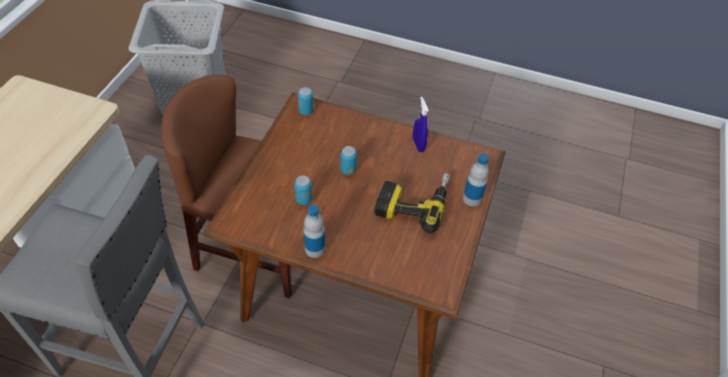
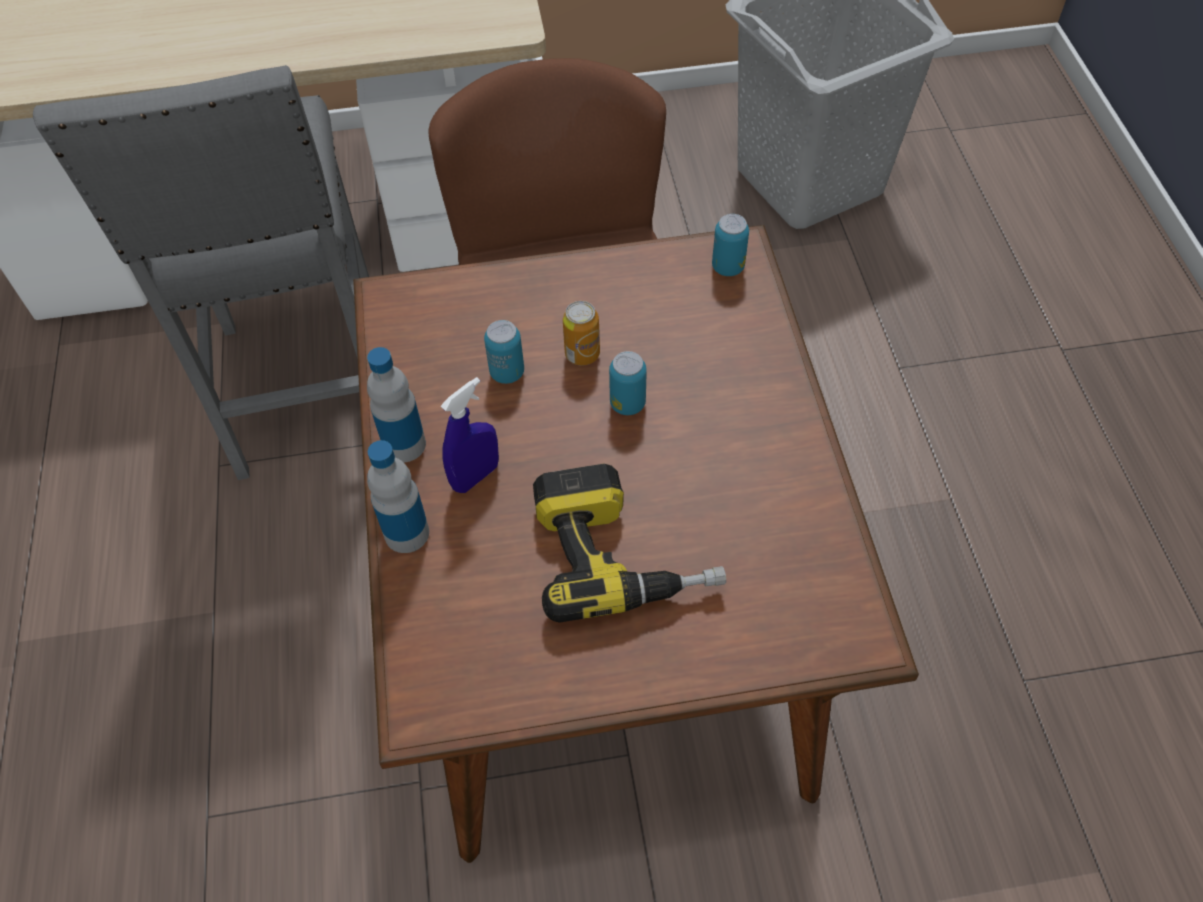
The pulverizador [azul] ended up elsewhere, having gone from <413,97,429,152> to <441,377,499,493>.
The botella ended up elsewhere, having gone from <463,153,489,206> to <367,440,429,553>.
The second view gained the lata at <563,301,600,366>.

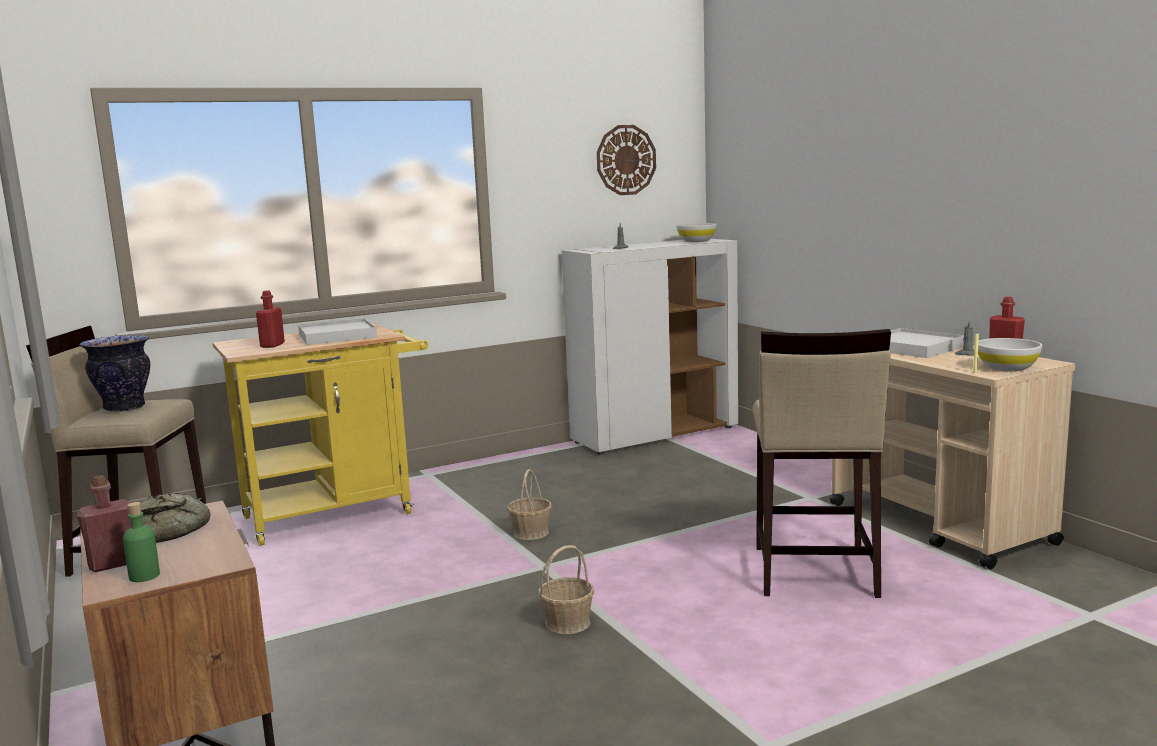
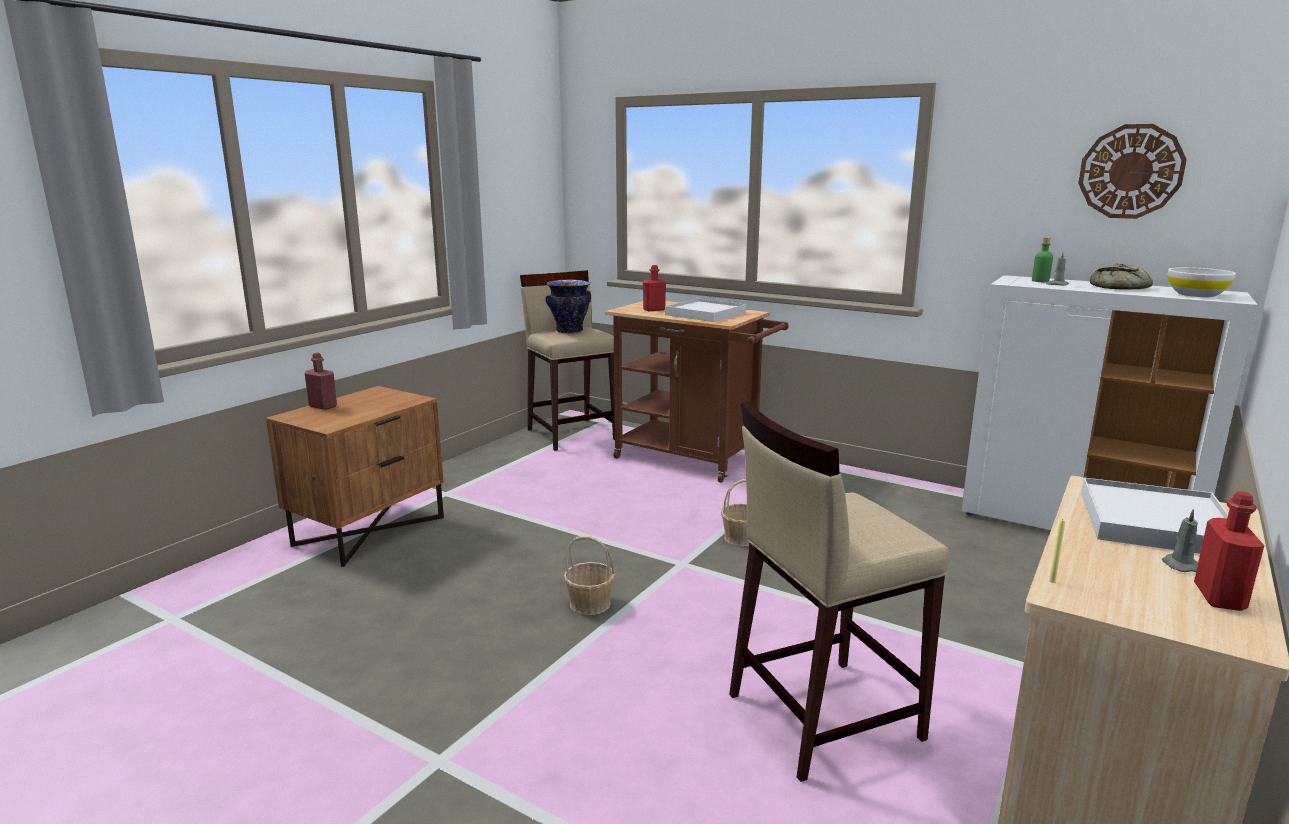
What was the carrito [amarillo] at <213,324,428,546> turned into the carrito [marrón] at <605,301,789,483>.
The second view lost the cuenco [blanco] at <978,338,1042,372>.
The pan ended up elsewhere, having gone from <141,493,211,543> to <1090,263,1153,290>.
The botella [verde] ended up elsewhere, having gone from <123,502,160,582> to <1032,237,1053,282>.

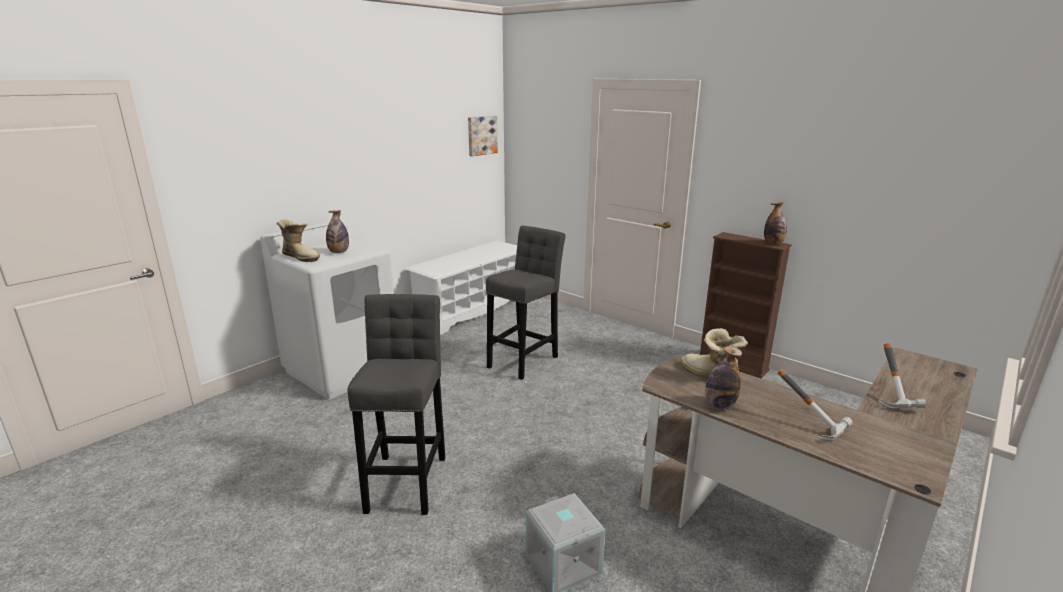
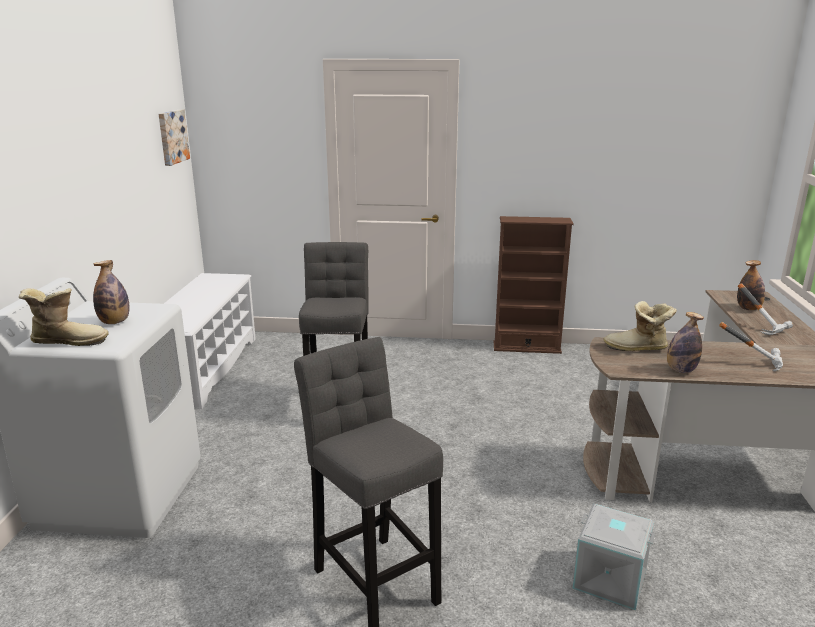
The botella ended up elsewhere, having gone from <764,202,787,244> to <737,260,765,310>.

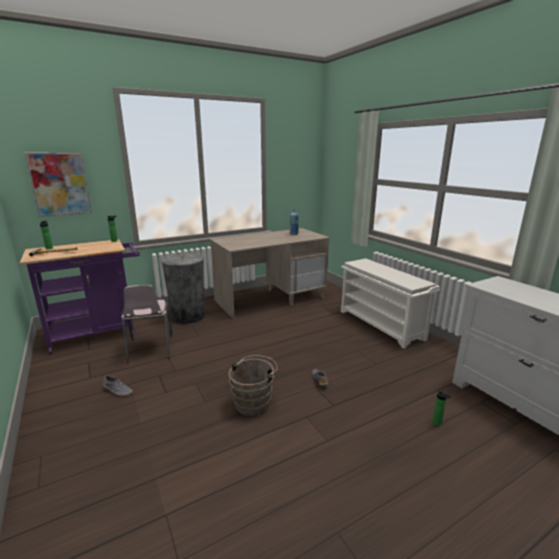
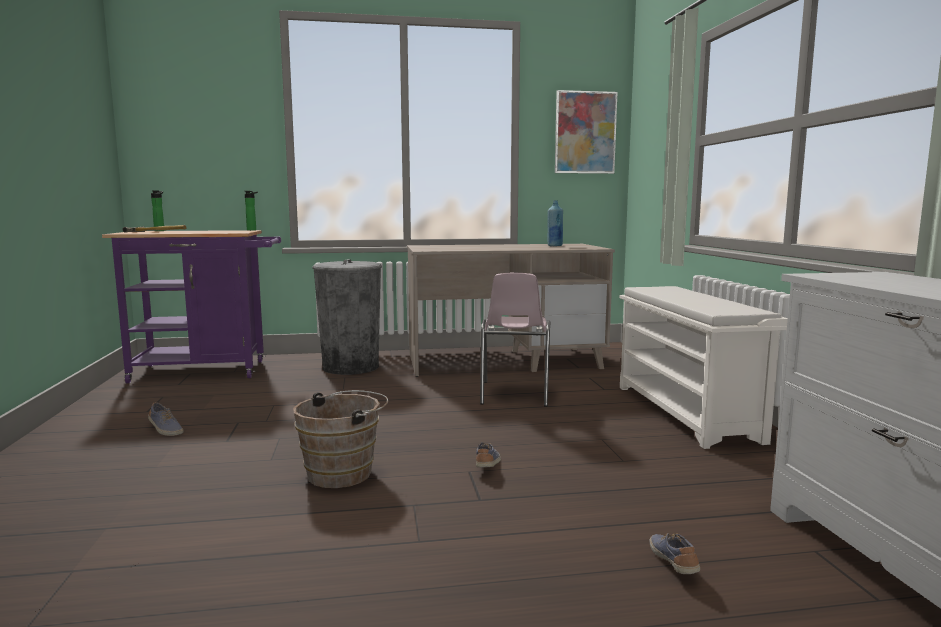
The cuadro ended up elsewhere, having gone from <24,152,92,217> to <555,90,618,174>.
The silla [rosa] ended up elsewhere, having gone from <122,285,173,364> to <480,273,551,407>.
Where the botella stood at <432,389,451,426>, the zapato came to stand at <650,533,700,574>.

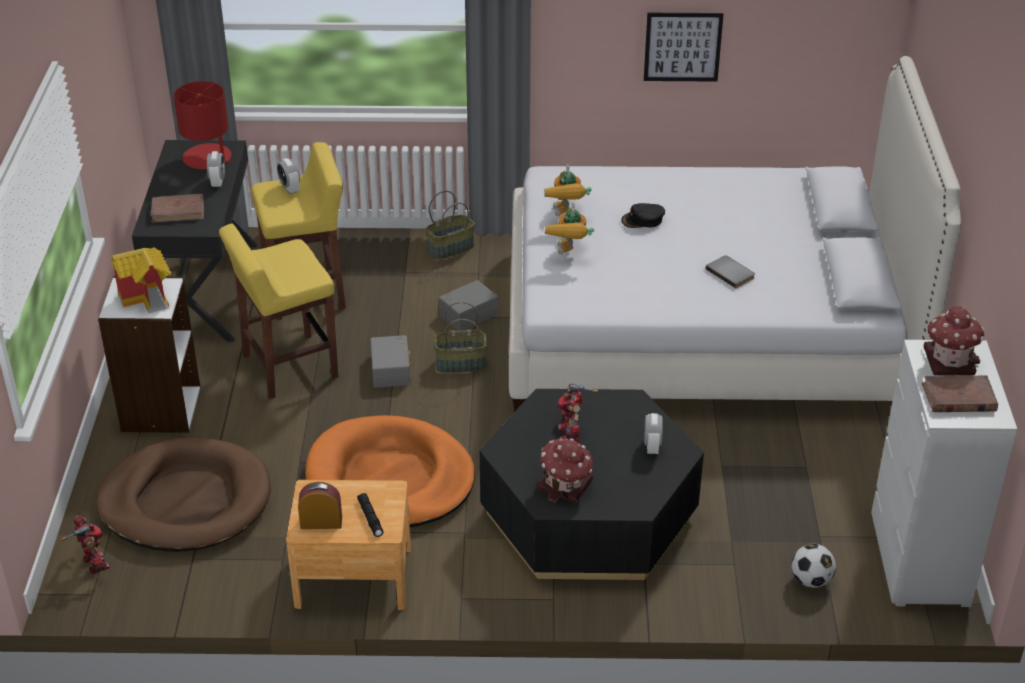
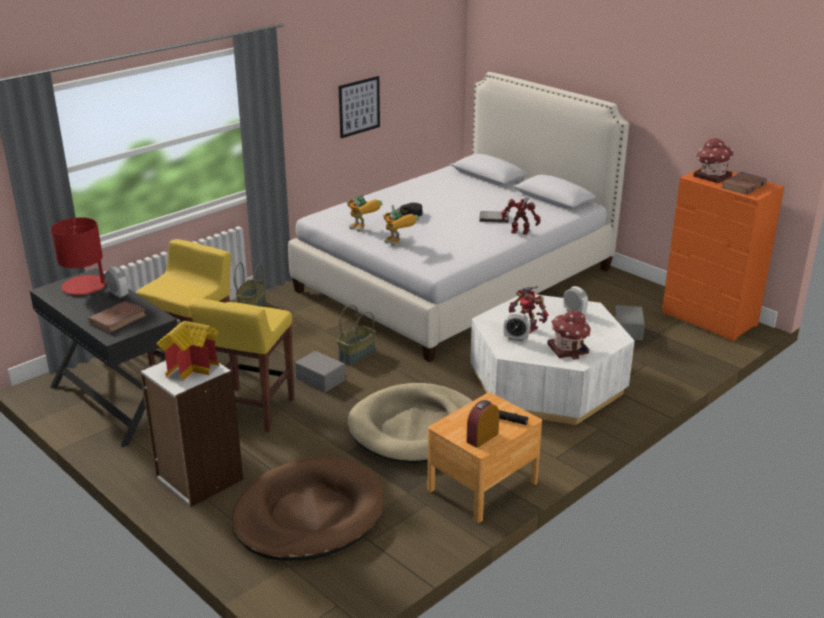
The despertador ended up elsewhere, having gone from <277,158,300,194> to <503,312,531,341>.
The caja de almacenaje [gris] ended up elsewhere, having gone from <439,280,498,330> to <614,305,645,340>.
What was the cómoda [blanco] at <871,340,1017,607> turned into the cómoda [naranja] at <662,168,784,342>.
What was the mesa de centro [negro] at <480,389,704,580> turned into the mesa de centro [blanco] at <470,293,635,425>.
What was the cama para perro [naranja] at <305,415,475,528> turned into the cama para perro [beis] at <348,383,472,463>.
The robot de juguete ended up elsewhere, having gone from <61,515,110,574> to <501,197,541,235>.
The second view lost the balón de fútbol at <791,544,836,588>.

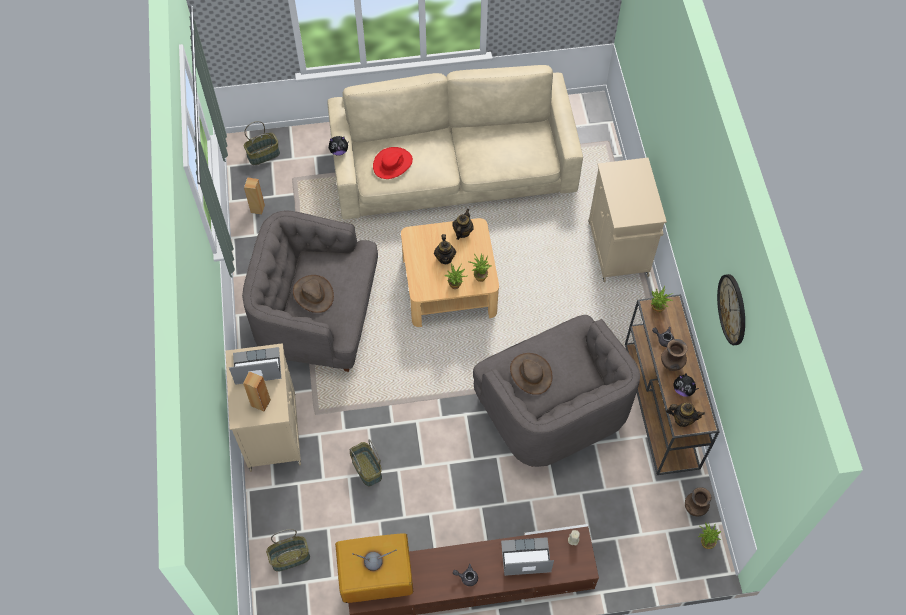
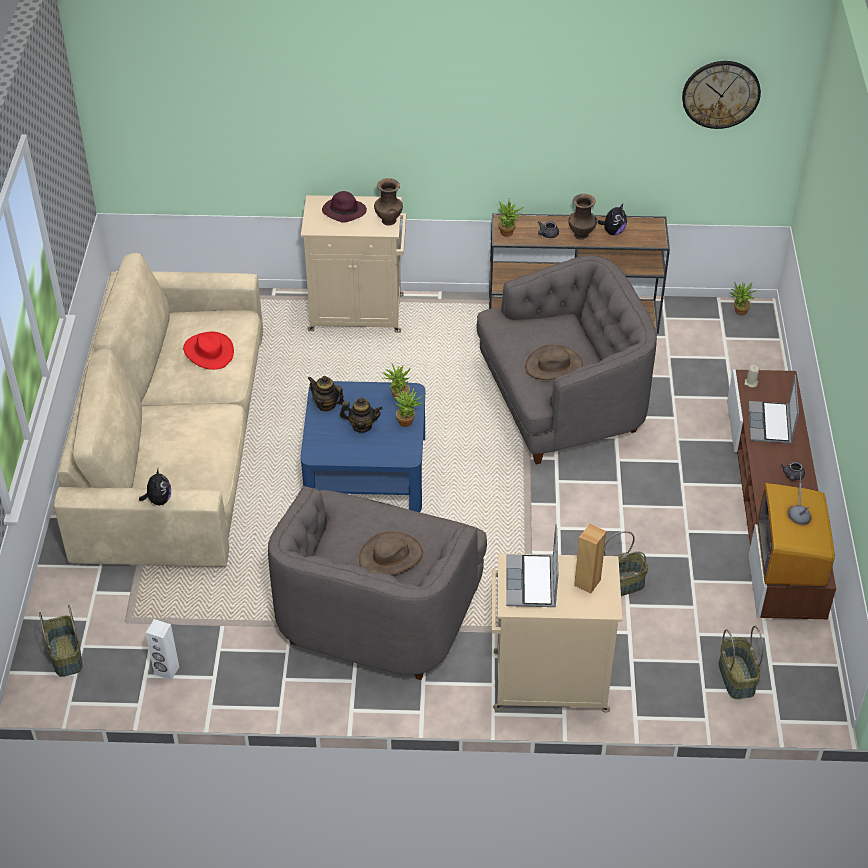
The sombrero [rojo] ended up elsewhere, having gone from <373,147,413,179> to <183,332,234,370>.
What was the altavoz [marrón] at <244,177,265,215> turned into the altavoz [blanco] at <146,619,179,680>.
What was the mesa de centro [beis] at <401,218,499,327> turned into the mesa de centro [azul] at <300,381,425,512>.
The reloj de pared ended up elsewhere, having gone from <717,274,745,345> to <682,61,761,129>.
The second view lost the tetera at <666,403,705,427>.
The florero [marrón] ended up elsewhere, having gone from <685,487,711,516> to <374,178,403,225>.
The second view gained the sombrero [morado] at <322,191,367,223>.

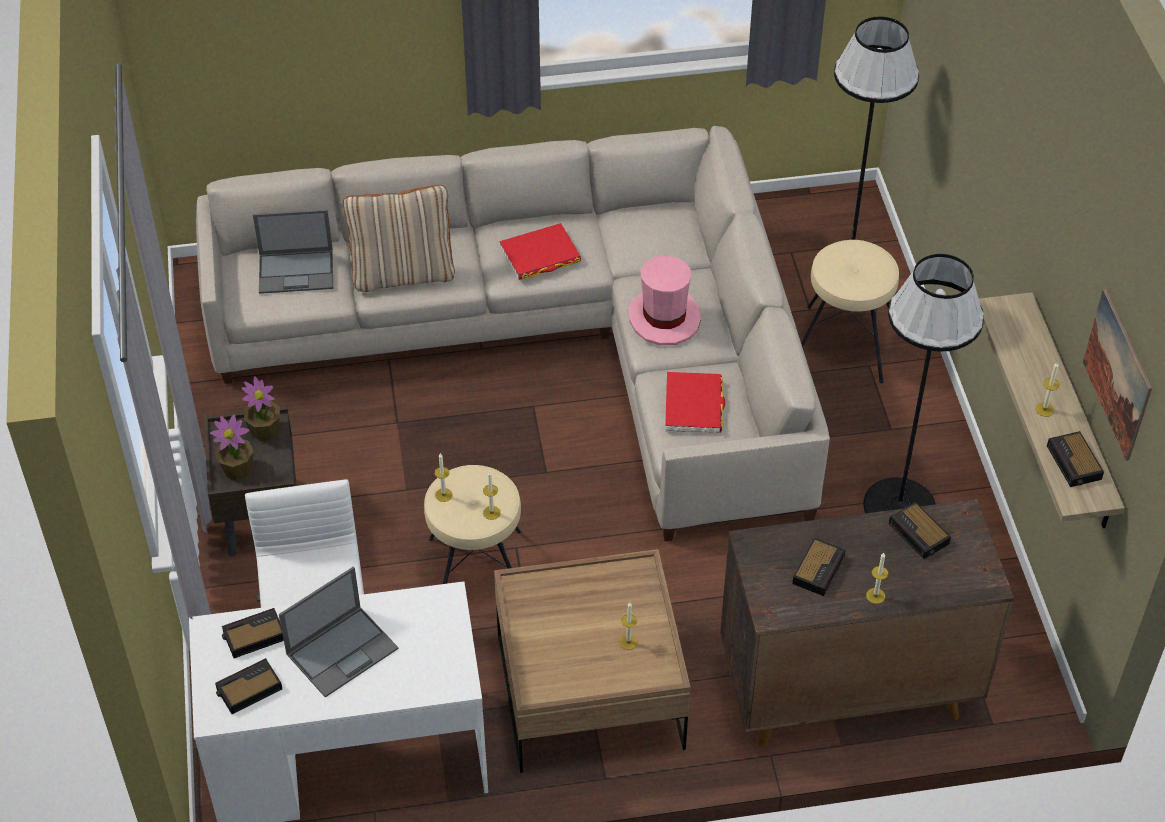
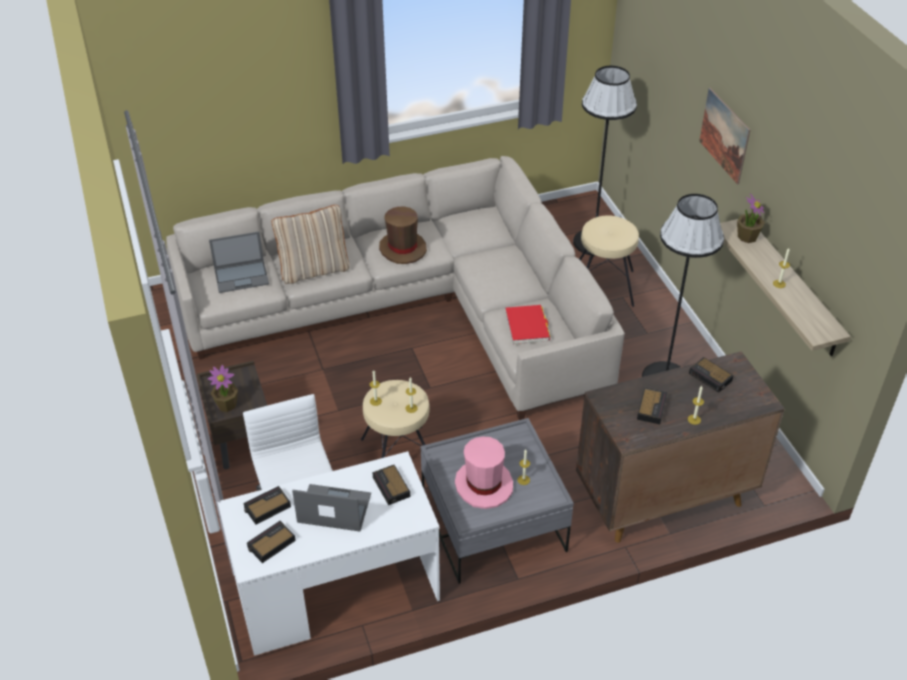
Where the libro [rojo] stood at <499,223,581,280>, the sombrero [marrón] came to stand at <379,207,427,264>.
The sombrero [rosa] ended up elsewhere, having gone from <628,256,701,345> to <455,437,513,509>.
The cuadro ended up elsewhere, having gone from <1083,289,1152,461> to <699,88,750,185>.
The planta en maceta ended up elsewhere, having gone from <242,376,280,441> to <737,193,765,243>.
The despertador ended up elsewhere, having gone from <1047,431,1104,487> to <372,465,410,505>.
What was the mesa de centro [marrón] at <494,549,691,773> turned into the mesa de centro [gris] at <421,418,574,584>.
The portátil at <279,567,399,698> ended up facing another way, 120 degrees counterclockwise from before.

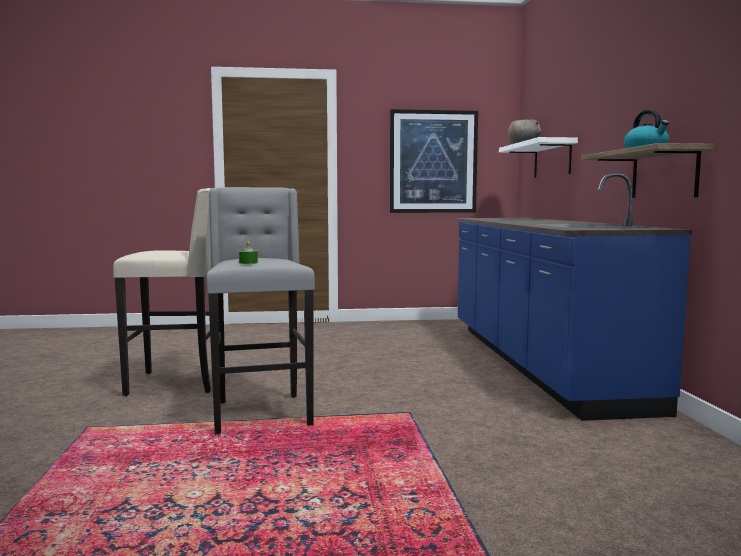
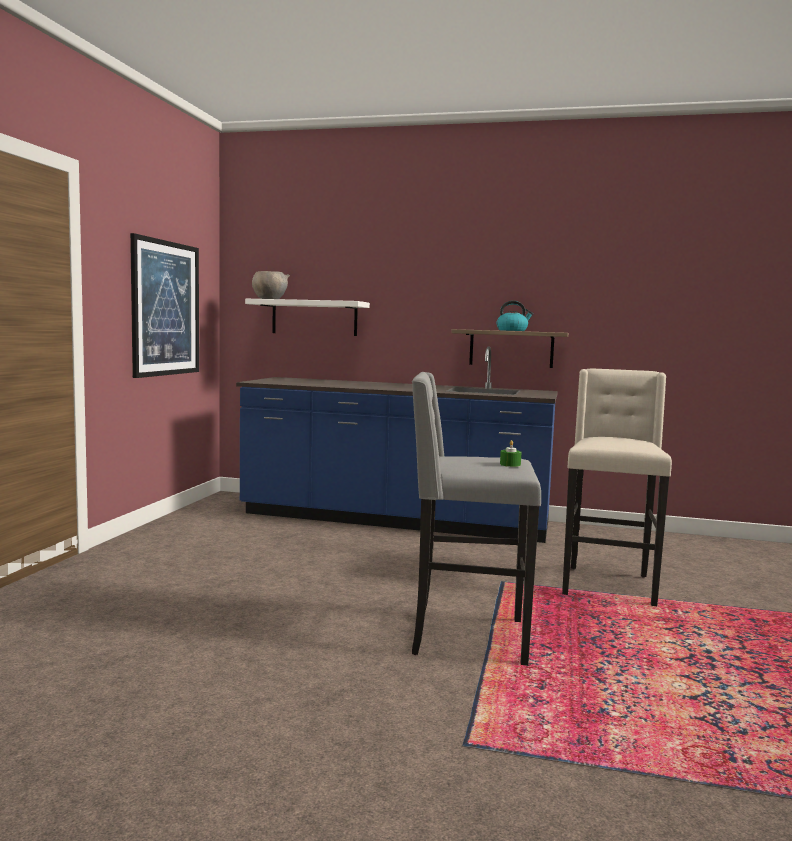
The taburete [beis] ended up elsewhere, having gone from <113,188,211,396> to <562,369,672,606>.

